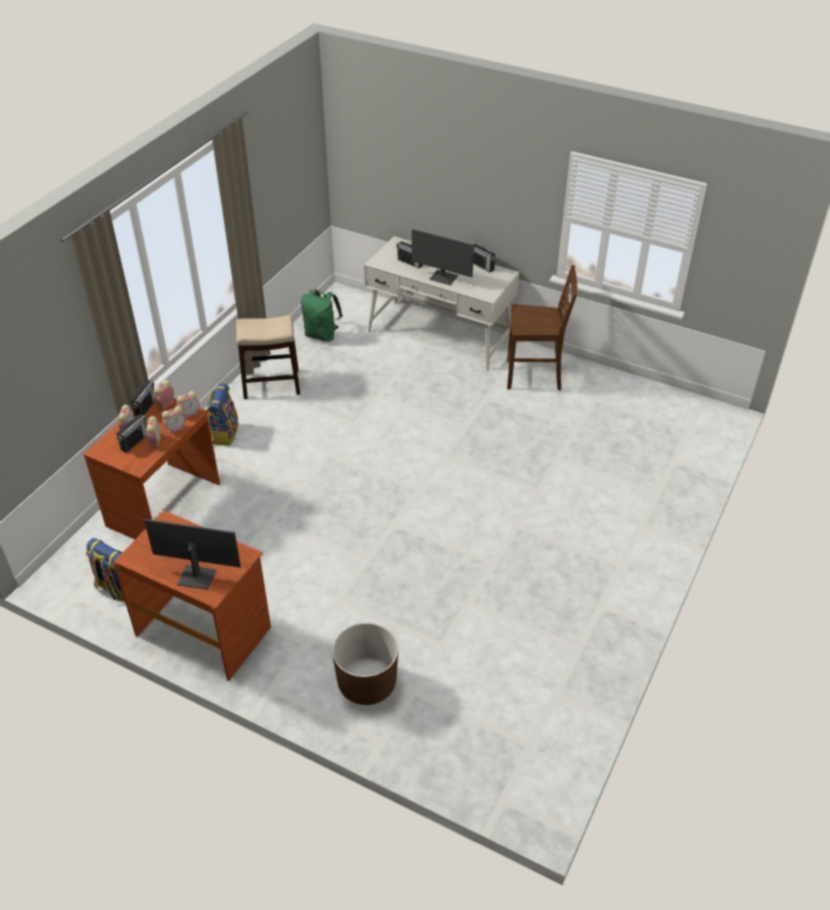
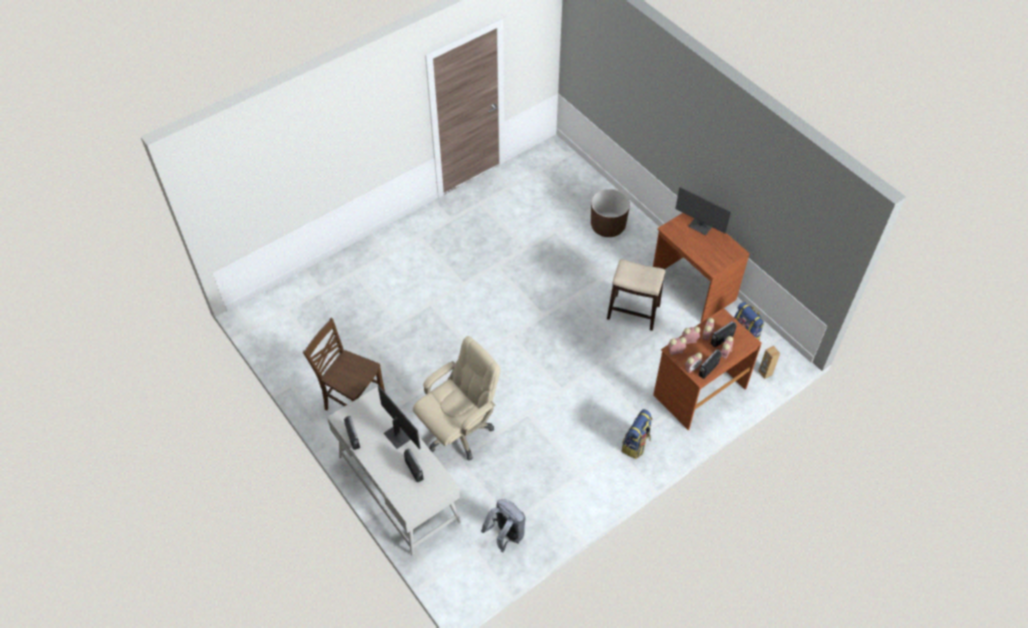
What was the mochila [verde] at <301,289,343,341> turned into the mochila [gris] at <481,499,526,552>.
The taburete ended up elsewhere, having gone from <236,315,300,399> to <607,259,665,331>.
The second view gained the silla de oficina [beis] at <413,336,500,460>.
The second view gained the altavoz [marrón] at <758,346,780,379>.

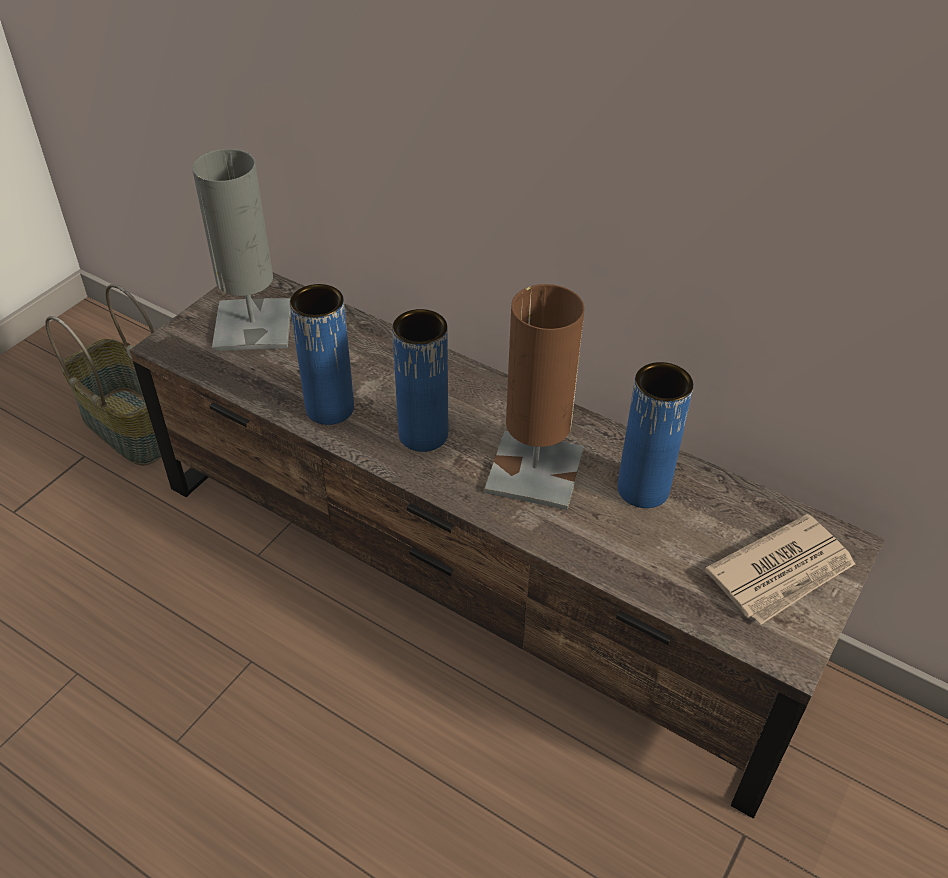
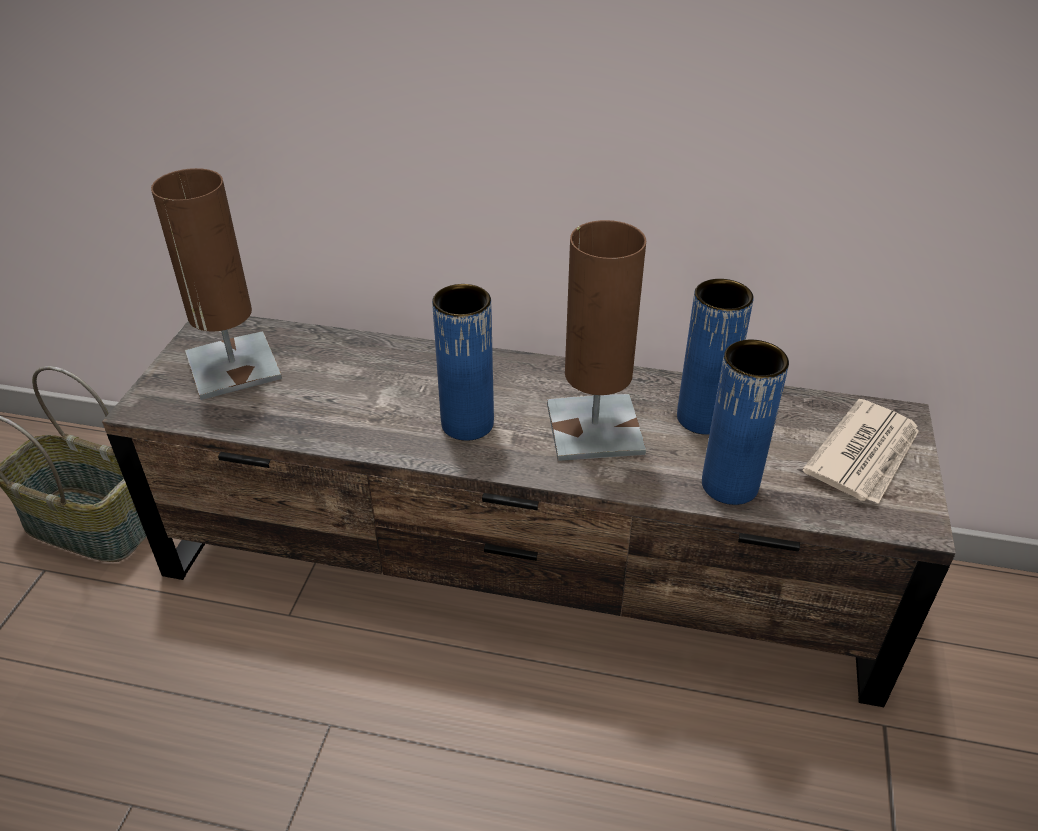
What was the lámpara de mesa [gris] at <192,149,291,351> turned into the lámpara de mesa [marrón] at <151,168,282,400>.
The florero [azul] ended up elsewhere, having gone from <290,284,354,425> to <702,340,789,505>.

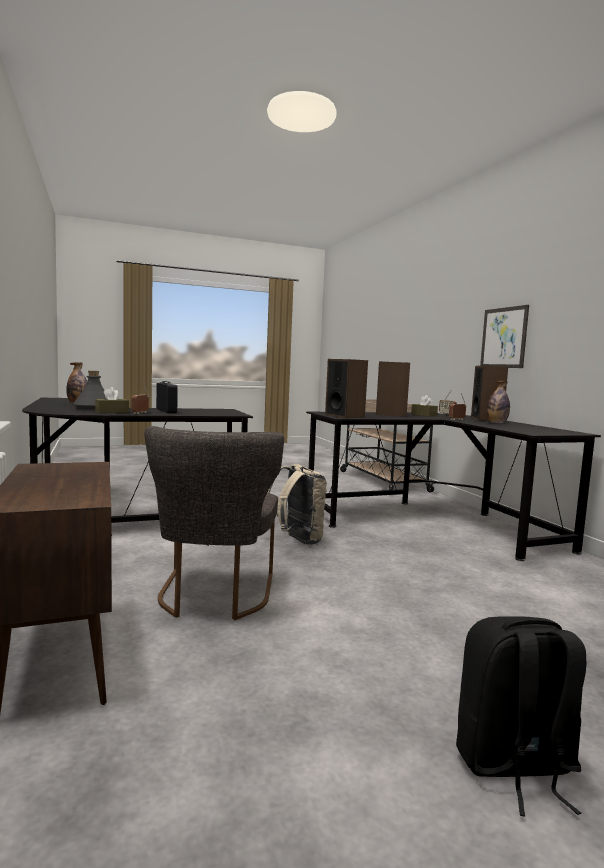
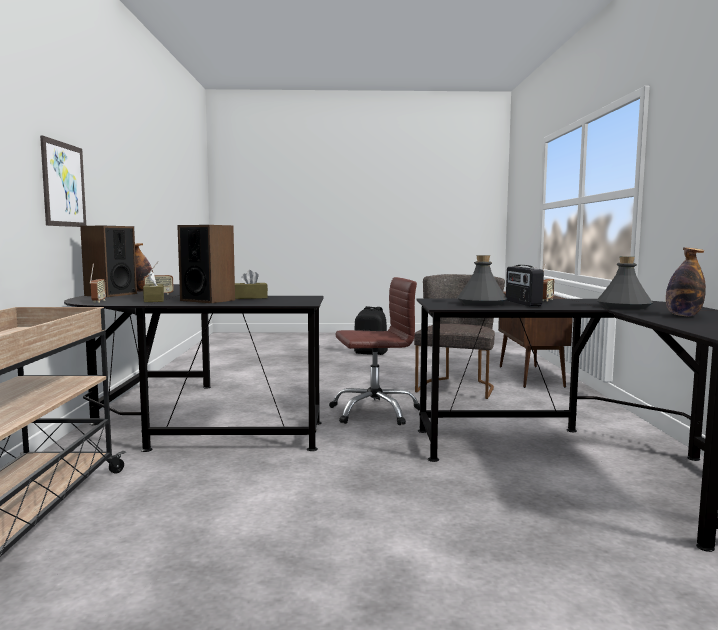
The second view lost the altavoz at <325,359,368,418>.
The caja de pañuelos [marrón] ended up elsewhere, having gone from <95,387,129,413> to <235,270,268,299>.
Where the mochila [beis] stood at <267,464,327,545>, the silla de oficina [marrón] came to stand at <329,277,420,425>.
The second view gained the botella [gris] at <457,255,507,306>.

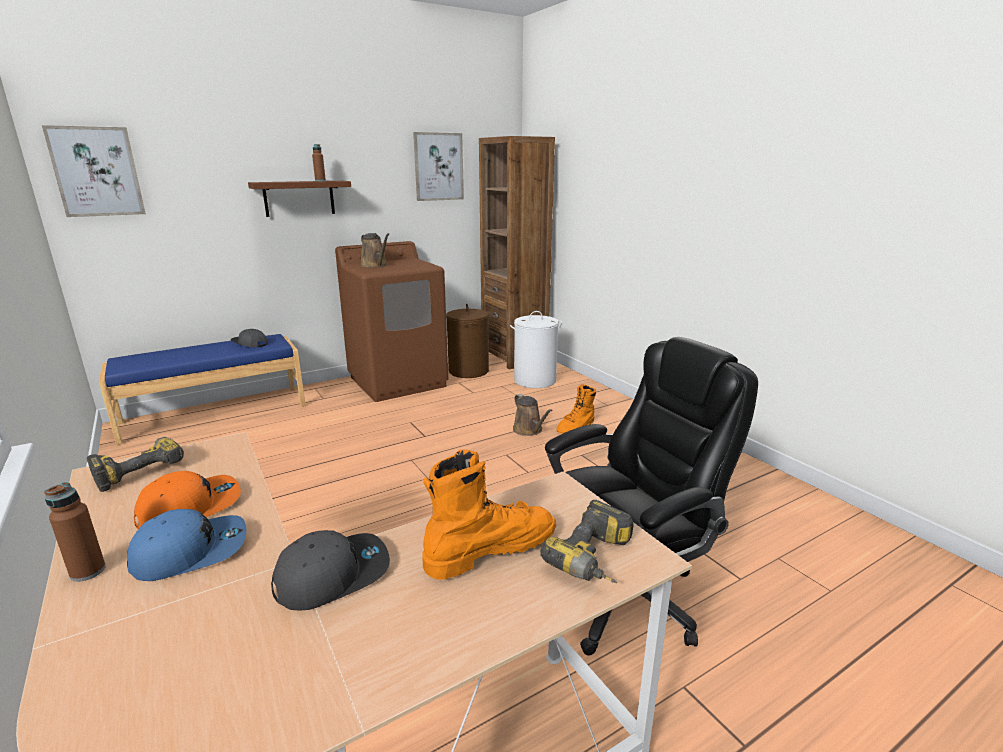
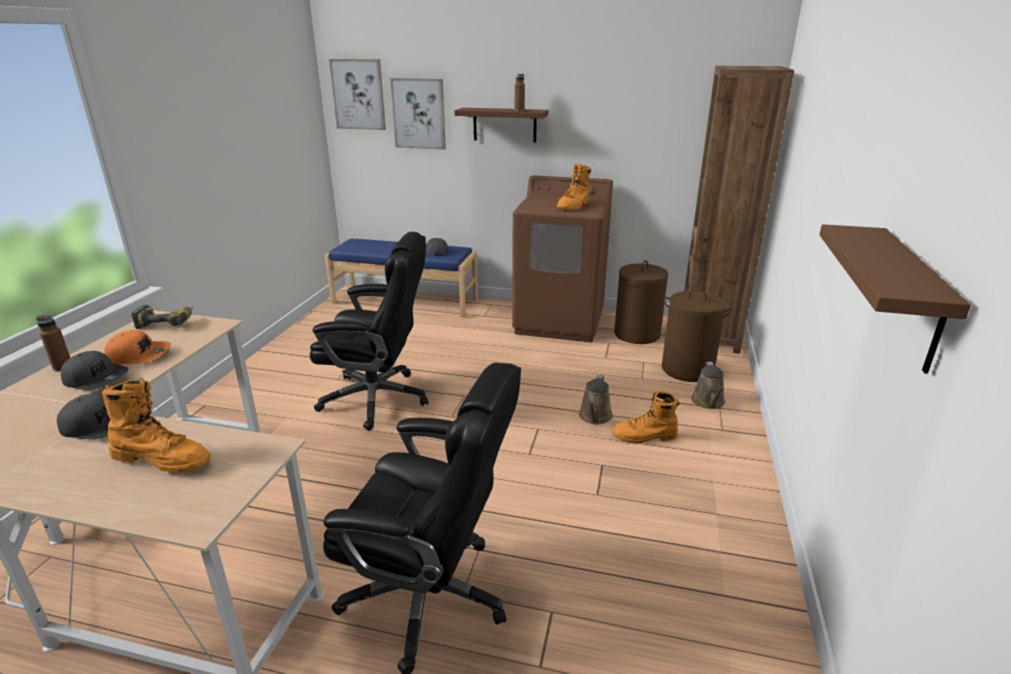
The cuadro ended up elsewhere, having gone from <413,132,464,201> to <390,78,446,150>.
The regadera [marrón] ended up elsewhere, having gone from <360,233,389,267> to <691,362,725,409>.
What was the cesto de la ropa [blanco] at <510,311,562,388> turned into the cesto de la ropa [marrón] at <662,289,733,382>.
The second view lost the taladro at <540,500,634,583>.
What was the gorra [azul] at <127,509,246,581> turned into the gorra [gris] at <61,351,129,390>.
The second view gained the bota [naranja] at <557,163,591,210>.
The second view gained the estante [marrón] at <819,224,971,374>.
The second view gained the silla de oficina [negro] at <310,232,429,431>.

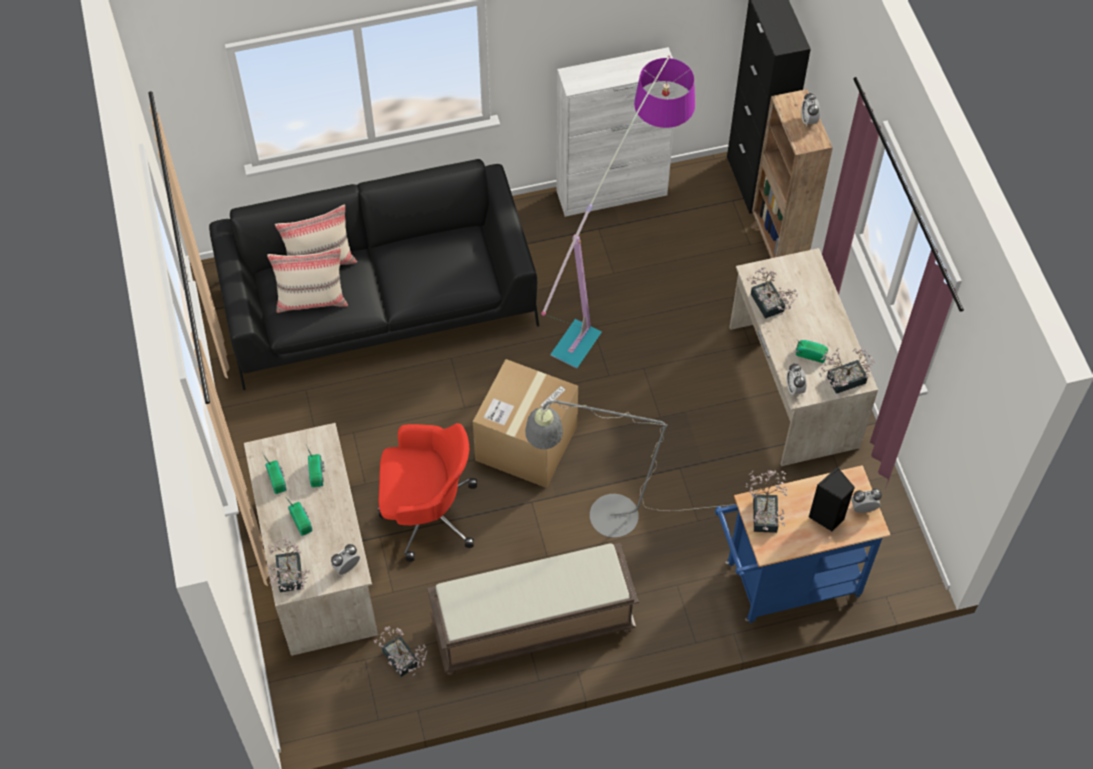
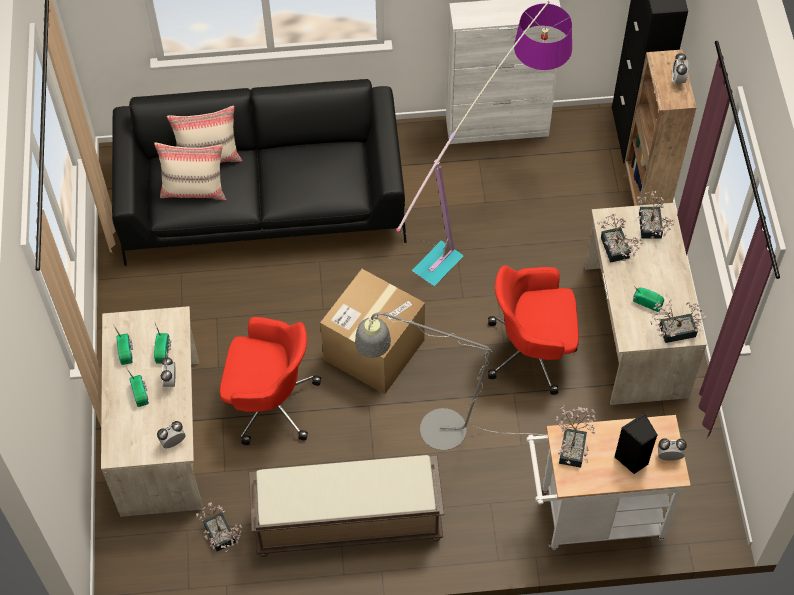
The despertador ended up elsewhere, having gone from <787,363,806,396> to <161,357,175,388>.
What was the carrito [azul] at <715,465,890,623> turned into the carrito [blanco] at <526,415,691,550>.
The planta en maceta ended up elsewhere, having gone from <267,538,310,595> to <637,191,675,239>.
The second view gained the silla de oficina [rojo] at <488,265,579,395>.

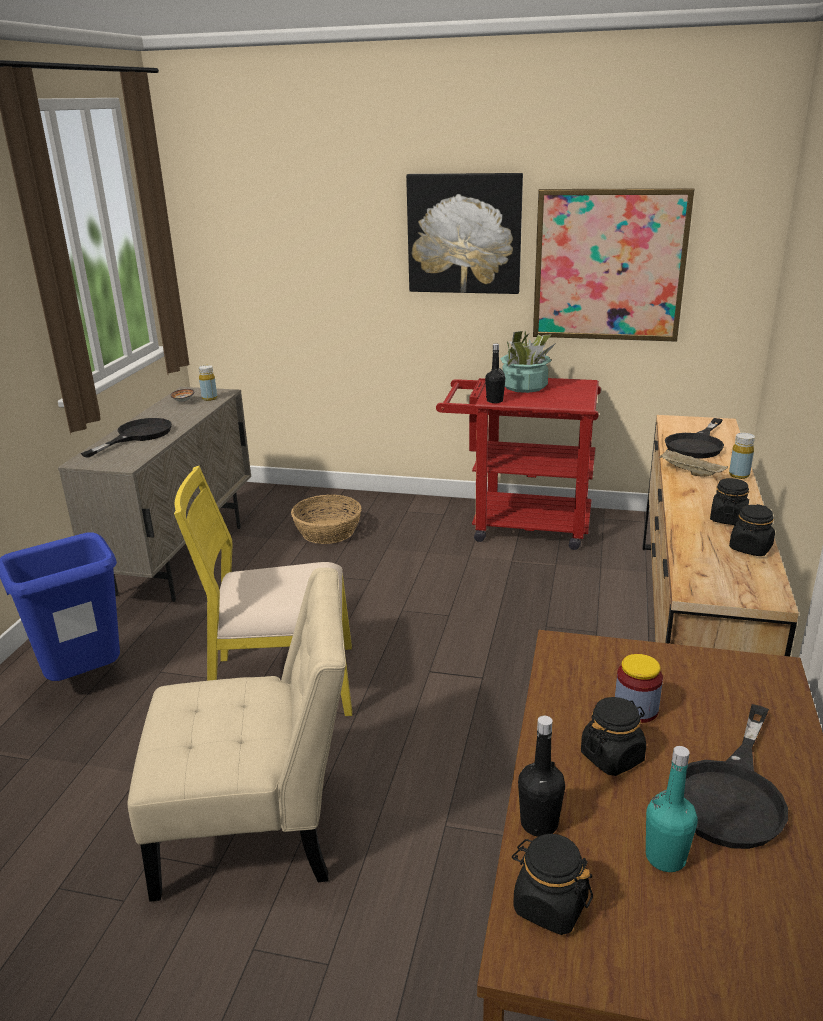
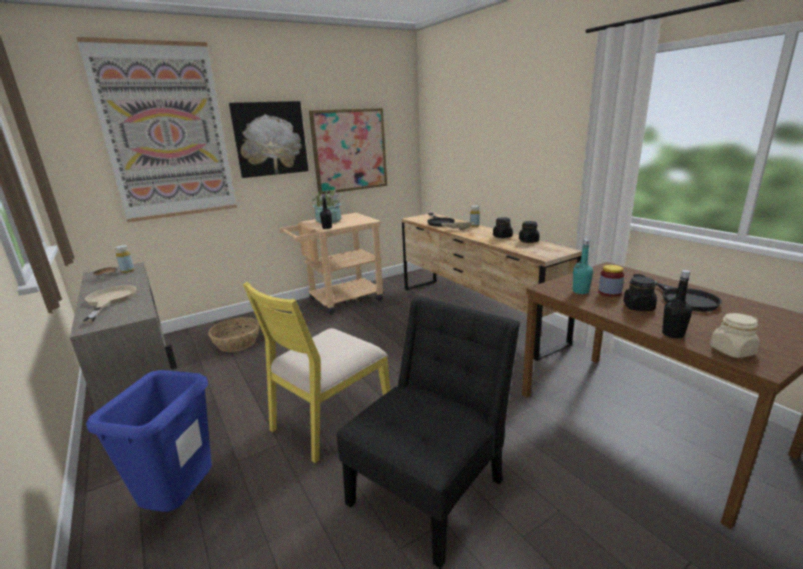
What was the carrito [rojo] at <436,378,601,550> turned into the carrito [beis] at <280,213,384,315>.
What was the sartén [negro] at <81,418,172,458> turned into the sartén [beis] at <82,285,137,324>.
What was the silla [beis] at <128,568,346,902> turned into the silla [negro] at <337,297,520,569>.
The botella [turquesa] ended up elsewhere, having gone from <646,746,698,872> to <573,239,593,294>.
What was the tarro [negro] at <512,834,593,935> turned into the tarro [beis] at <710,313,760,358>.
The second view gained the cuadro at <76,37,237,222>.

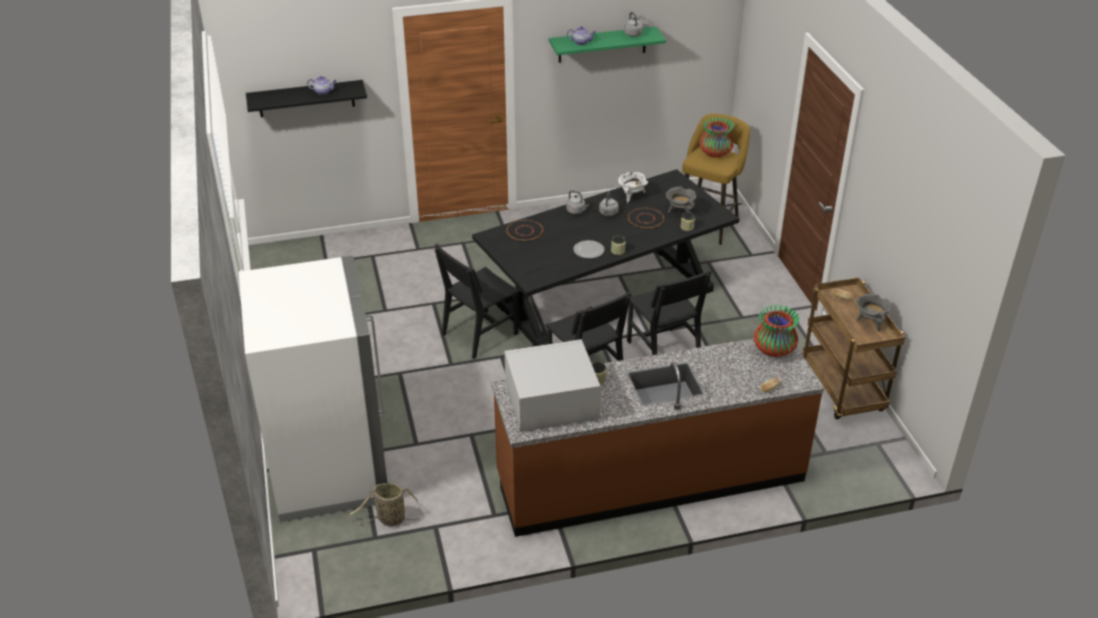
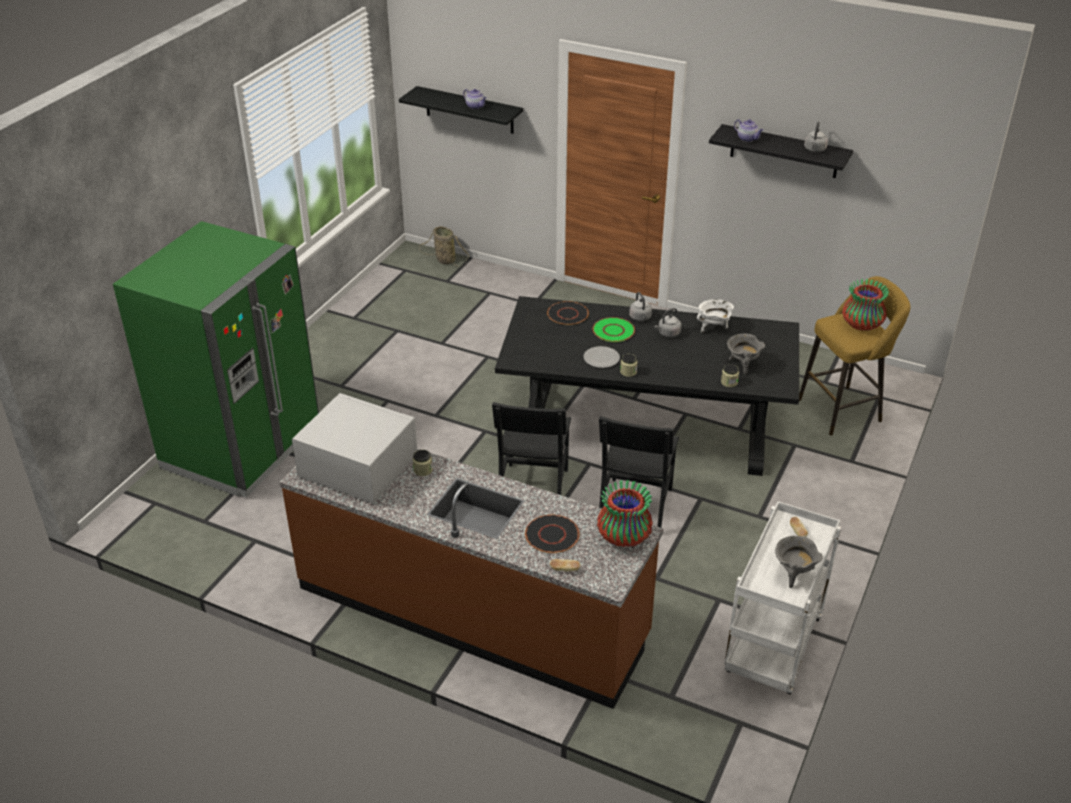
What was the estante [verde] at <549,26,666,62> turned into the estante [negro] at <709,124,853,178>.
The plato [negro] ended up elsewhere, having gone from <628,208,664,228> to <525,515,579,553>.
The second view lost the silla [negro] at <435,244,520,359>.
What was the nevera [blanco] at <239,256,388,522> turned into the nevera [verde] at <113,221,319,498>.
What was the carrito [marrón] at <802,277,905,419> turned into the carrito [blanco] at <725,501,841,695>.
The cesta ended up elsewhere, having gone from <348,483,421,526> to <419,226,469,266>.
The second view gained the plato [verde] at <593,317,635,342>.

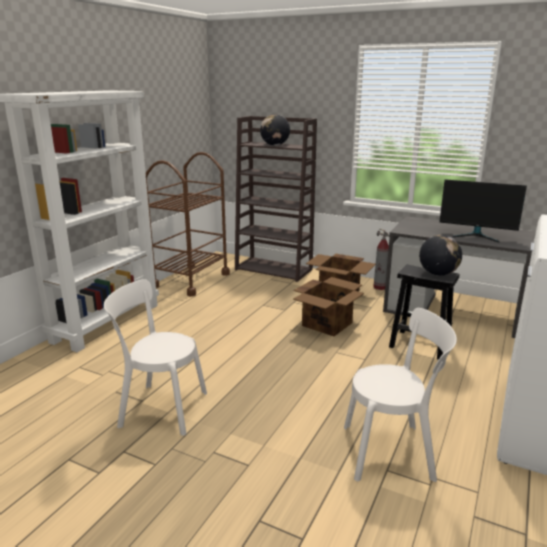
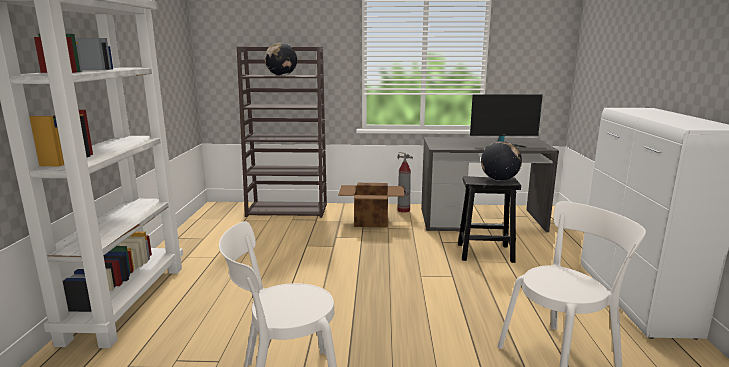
The second view lost the carrito [marrón] at <146,152,230,297>.
The second view lost the caja de cartón at <293,277,364,336>.

